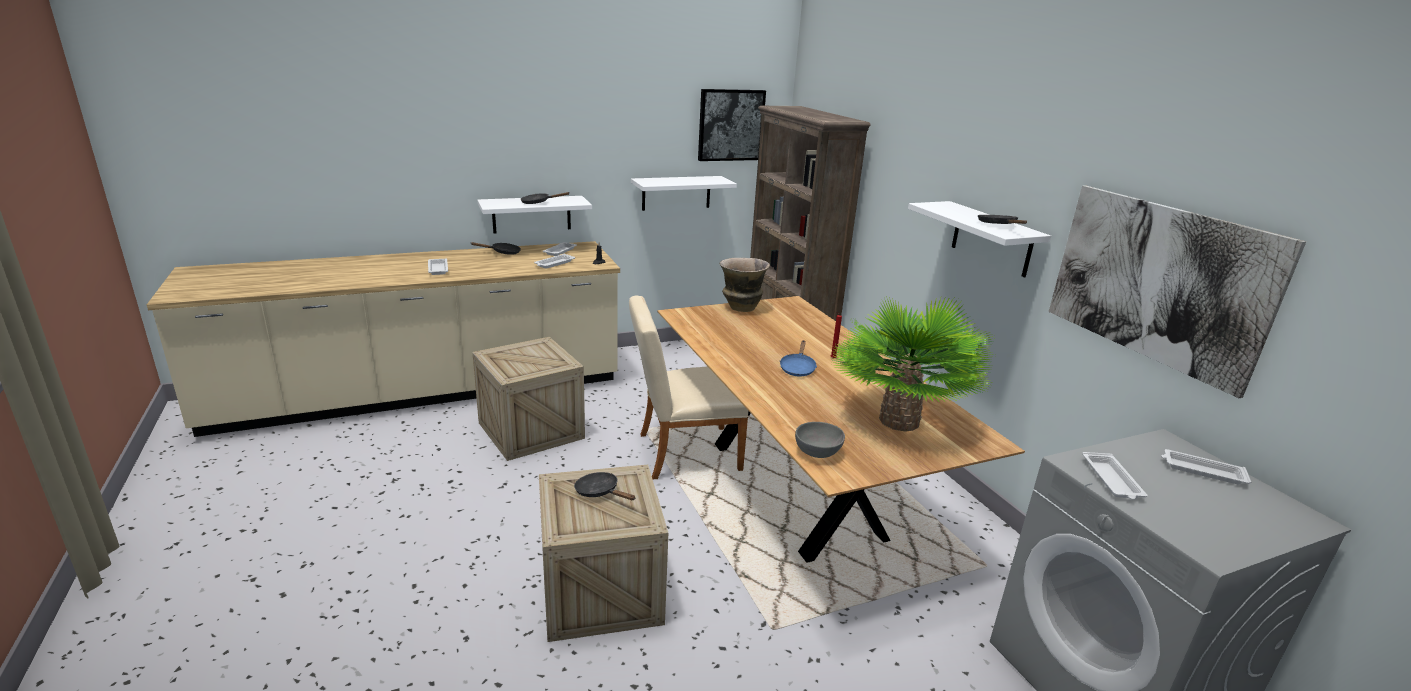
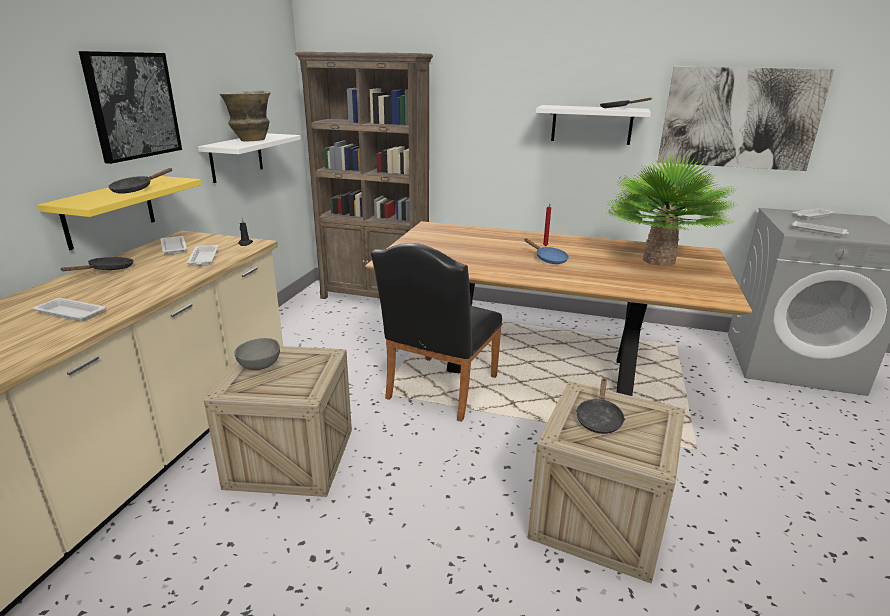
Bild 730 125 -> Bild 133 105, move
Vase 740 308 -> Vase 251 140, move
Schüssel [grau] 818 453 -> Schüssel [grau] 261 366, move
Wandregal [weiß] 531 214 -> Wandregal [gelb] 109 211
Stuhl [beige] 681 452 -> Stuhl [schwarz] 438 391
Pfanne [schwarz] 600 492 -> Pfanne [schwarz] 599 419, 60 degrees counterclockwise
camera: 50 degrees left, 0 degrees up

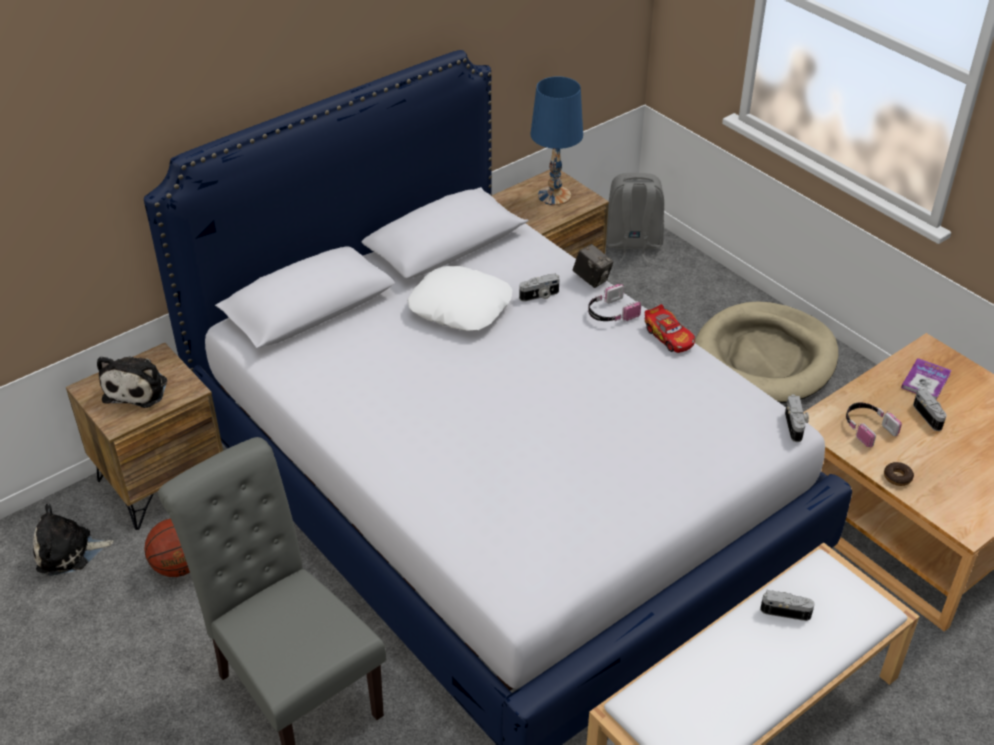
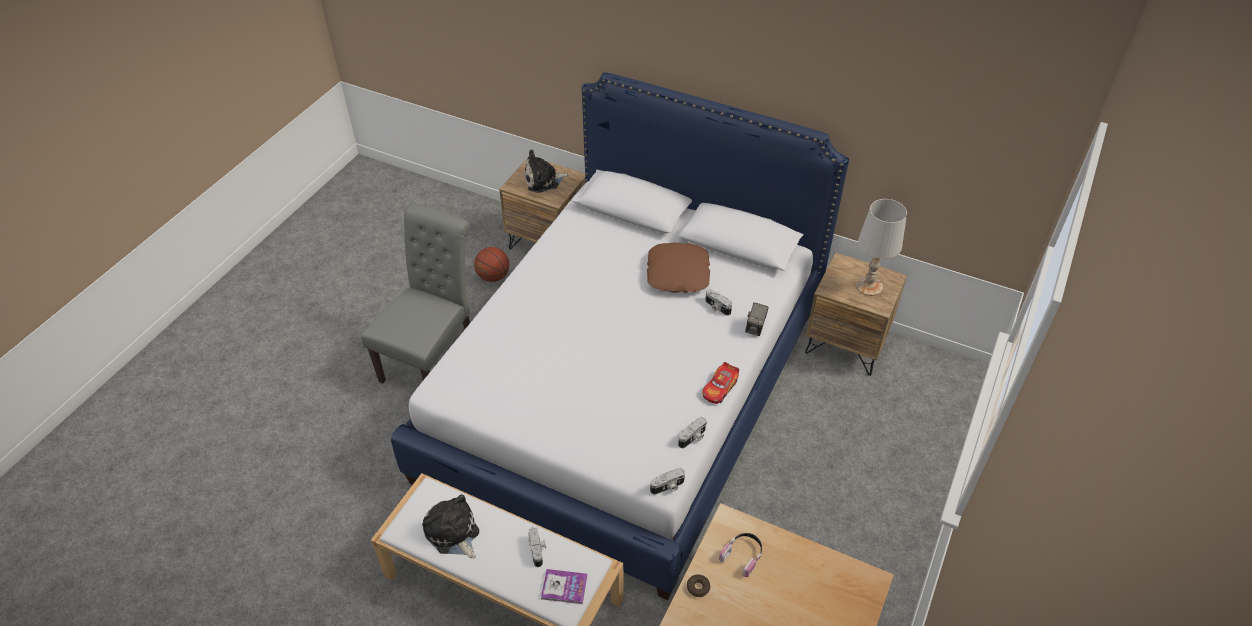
Kopfhörer 610 313 -> none
Rucksack [grau] 632 245 -> none
Hundebett [beige] 765 358 -> none
Plüschtier 69 552 -> Plüschtier 453 534, move
Buch 926 380 -> Buch 564 587, move
Kamera 929 416 -> Kamera 693 438, move
Kissen [weiß] 460 306 -> Kissen [braun] 678 273
Tischlampe [blau] 554 195 -> Tischlampe [weiß] 869 285
camera: 65 degrees right, 5 degrees up

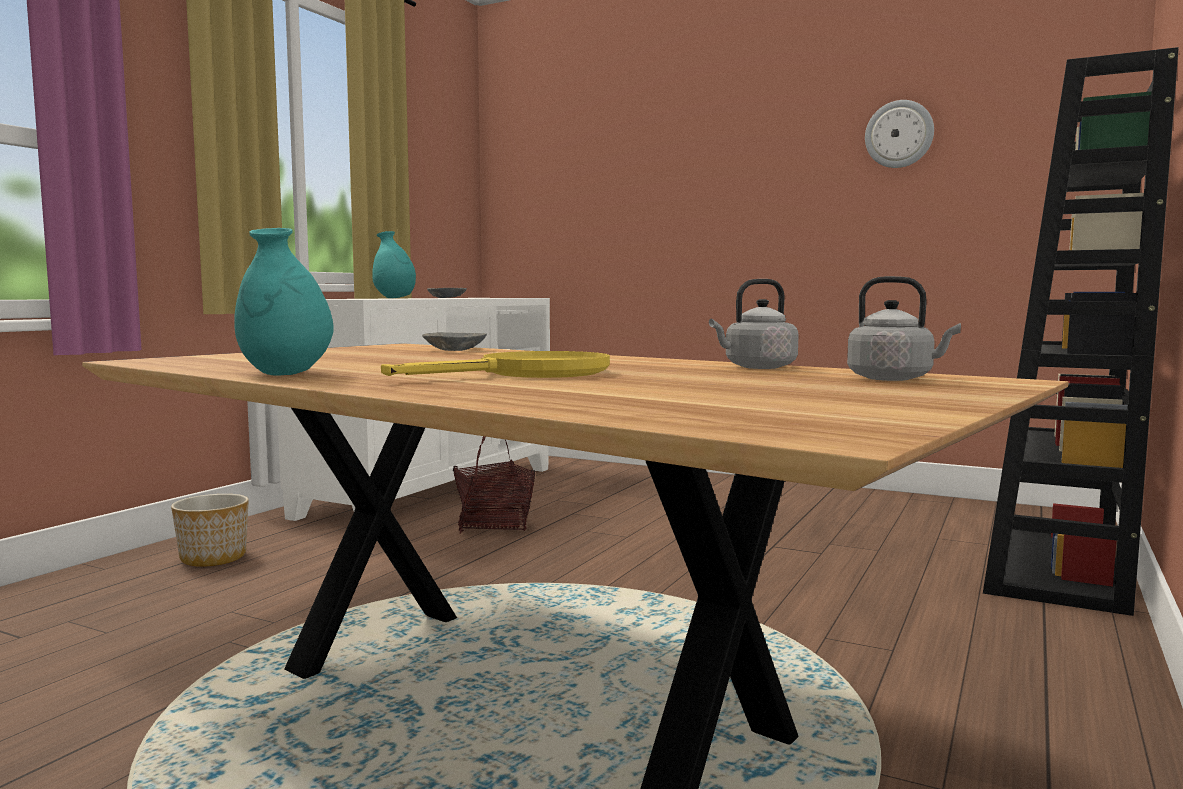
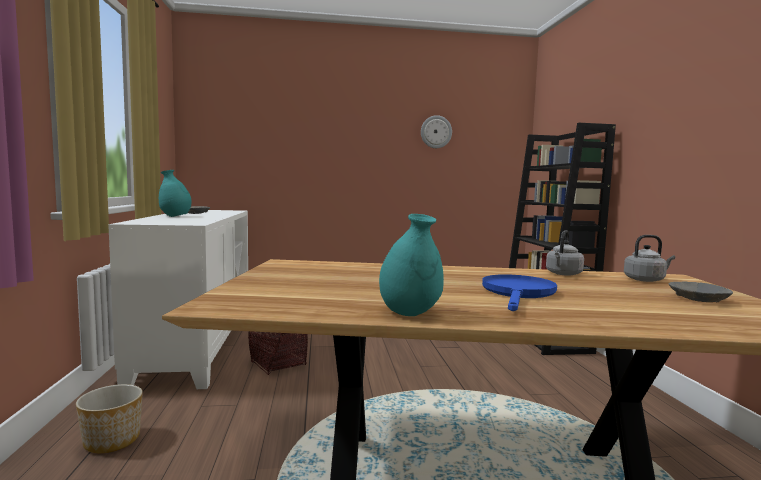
Schüssel [grau] 454 350 -> Schüssel [grau] 698 300, move
Pfanne [gelb] 529 373 -> Pfanne [blau] 518 293
camera: 35 degrees left, 0 degrees up

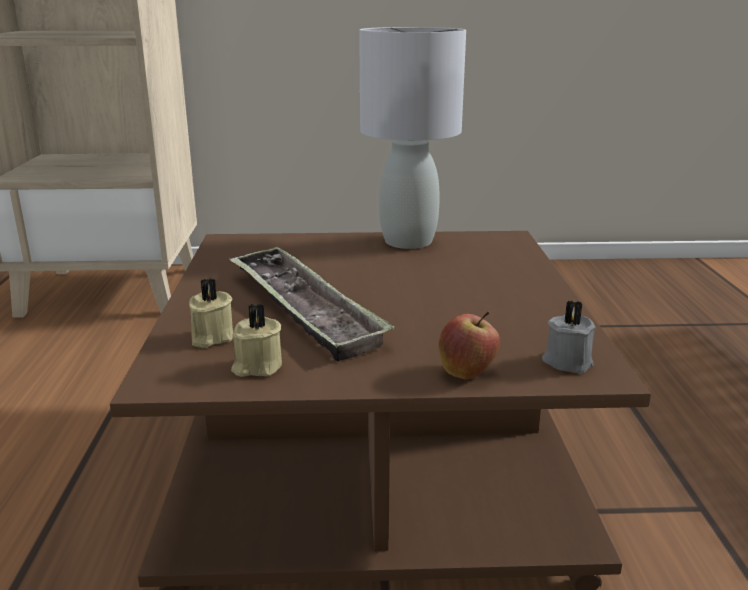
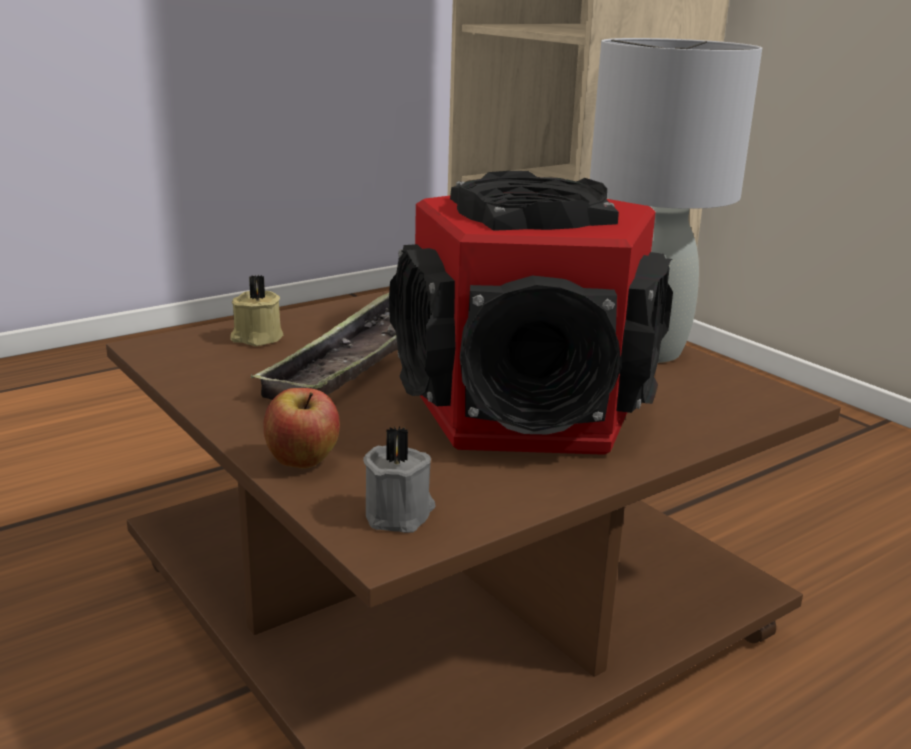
Kerze [beige] 257 366 -> none
none -> Lautsprecher 529 410
camera: 55 degrees right, 0 degrees up

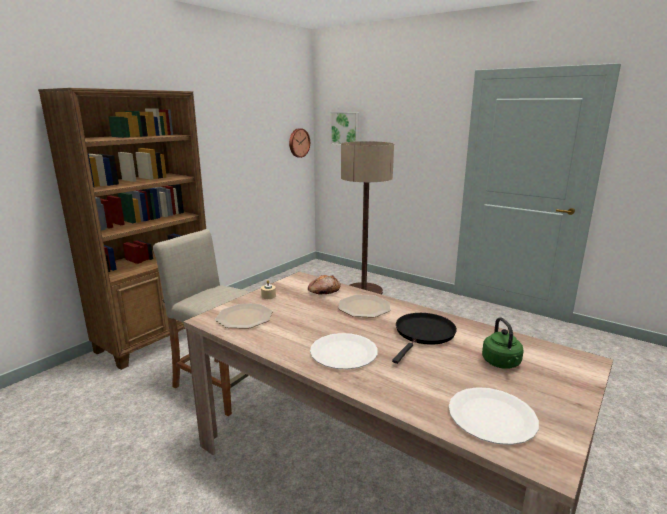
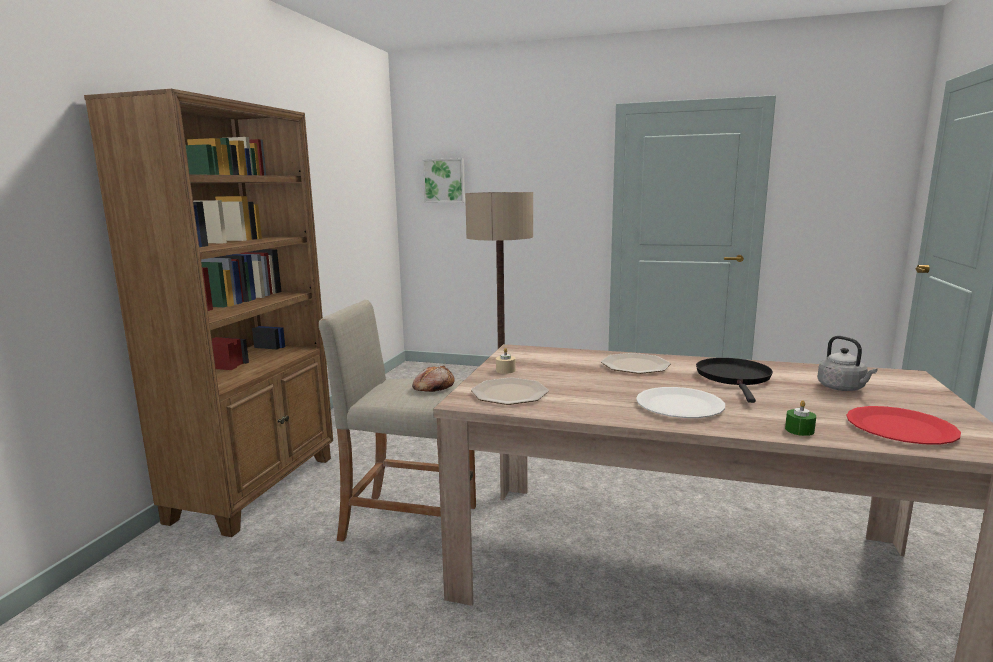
Wanduhr 298 143 -> none
none -> Kerze [grün] 799 430
Brot 323 290 -> Brot 433 387, move
Teller [weiß] 492 417 -> Teller [rot] 900 428
Wasserkessel [grün] 502 363 -> Wasserkessel [grau] 843 388
camera: 20 degrees left, 5 degrees down

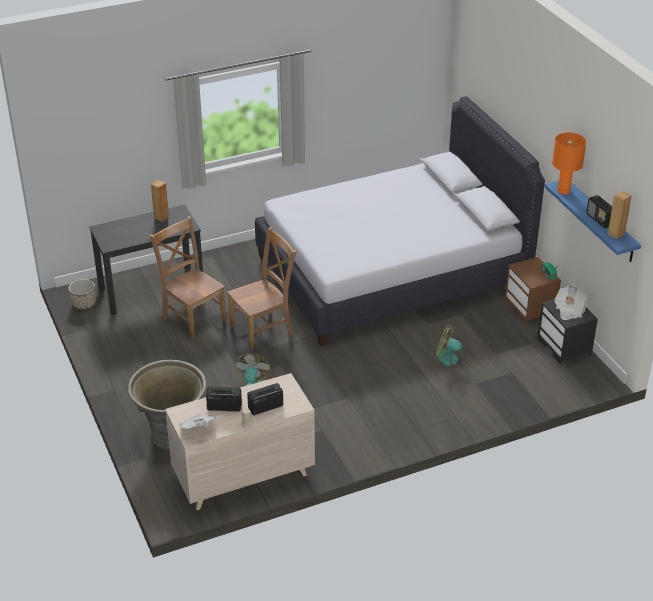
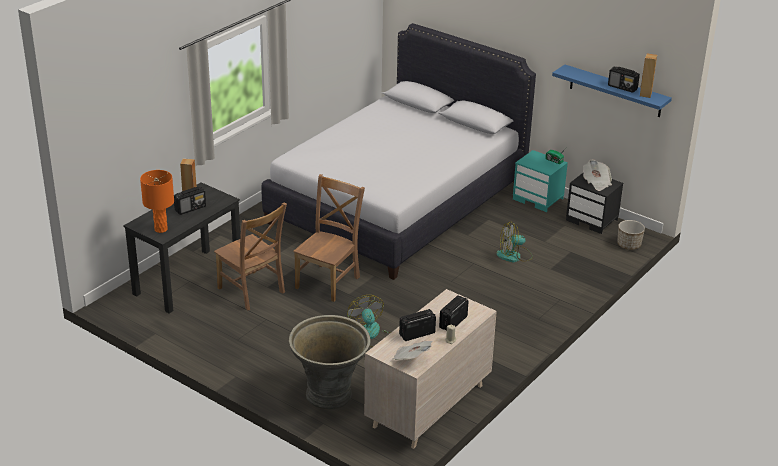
none -> Radio 190 208
Pflanzkübel 84 304 -> Pflanzkübel 628 245, move
Tischlampe [orange] 564 191 -> Tischlampe [orange] 161 229, move
Nachttisch [braun] 530 308 -> Nachttisch [türkis] 538 199
Stuhl [braun] 192 317 -> Stuhl [braun] 252 292, 150 degrees counterclockwise
camera: 30 degrees left, 5 degrees down

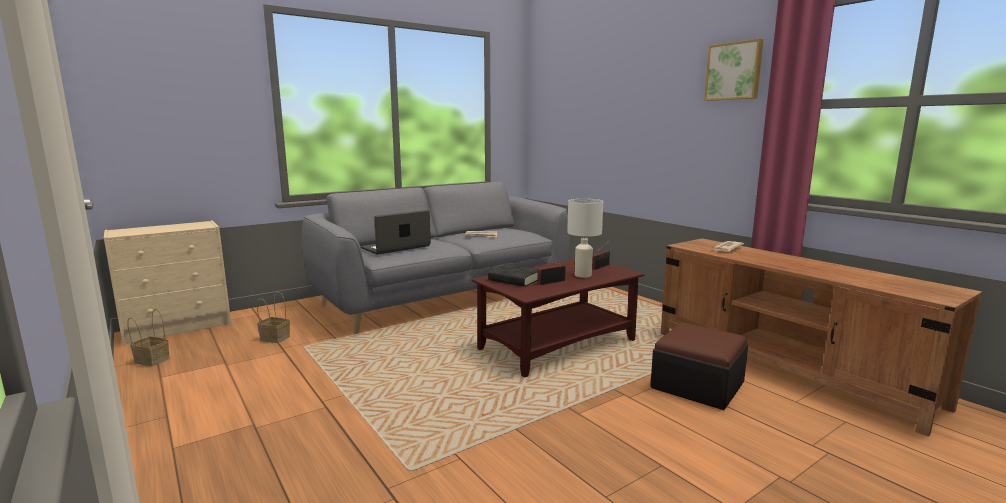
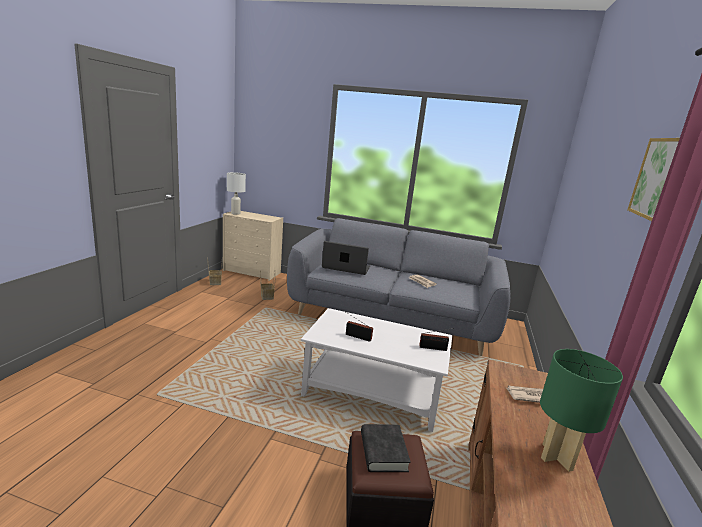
none -> Tischlampe [grün] 556 456
Buch [schwarz] 514 280 -> Buch [schwarz] 383 452, move
Tischlampe [weiß] 582 275 -> Tischlampe [weiß] 236 213, move
Couchtisch [braun] 558 344 -> Couchtisch [weiß] 373 393
camera: 50 degrees right, 5 degrees up

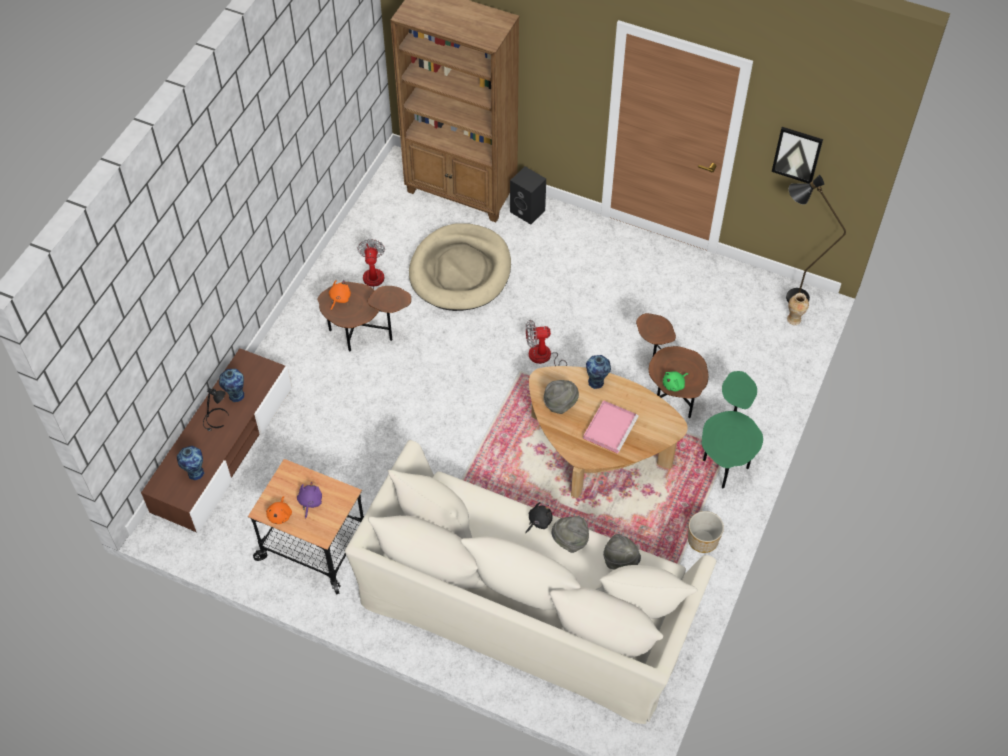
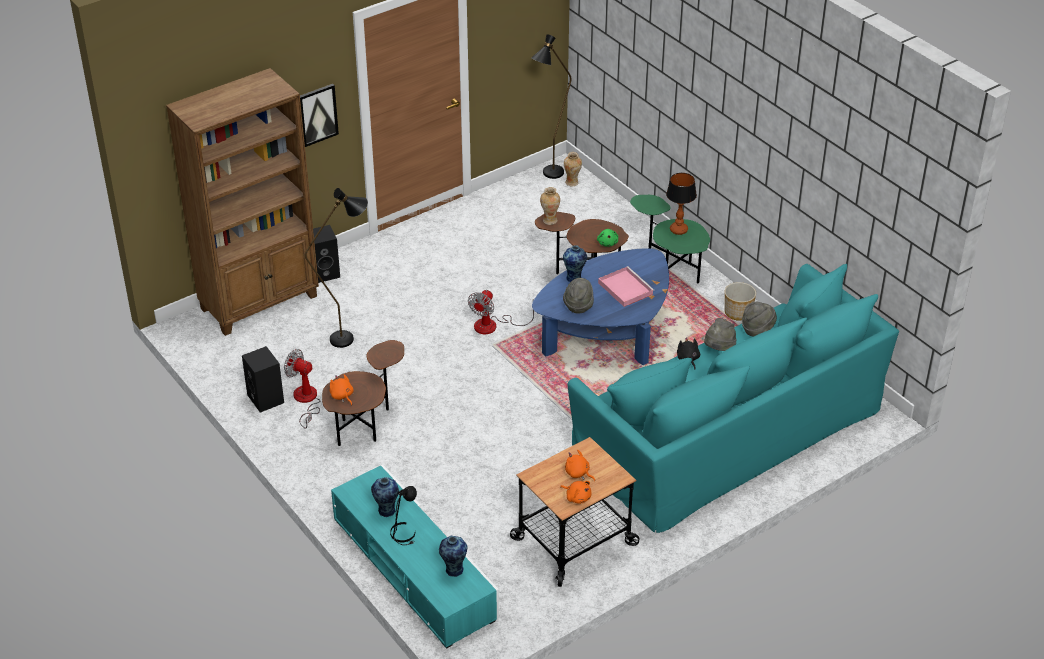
none -> Lautsprecher [schwarz] 266 399
none -> Vase 550 220
none -> Tischlampe 678 229
Bild 797 154 -> Bild 317 114, move
Hundebett [beige] 460 271 -> Stehlampe [schwarz] 350 338
Fernsehschrank [braun] 223 449 -> Fernsehschrank [türkis] 414 568
Plüschtier [lila] 310 502 -> Plüschtier [orange] 578 473
Sofa [beige] 528 602 -> Sofa [türkis] 727 429
Couchtisch [braun] 598 447 -> Couchtisch [blau] 607 332
camera: 60 degrees left, 15 degrees down

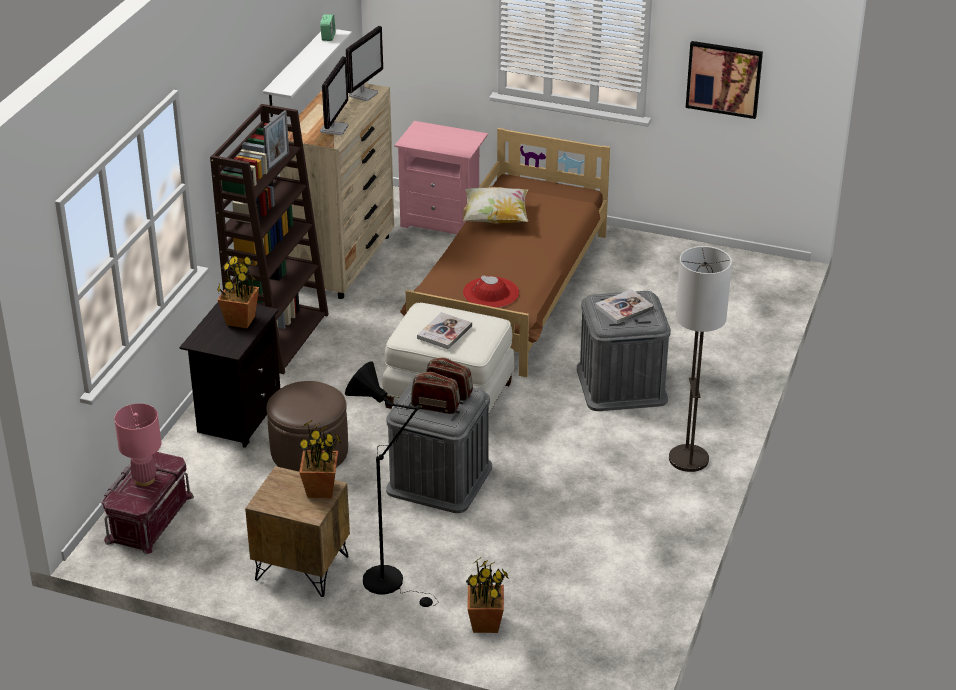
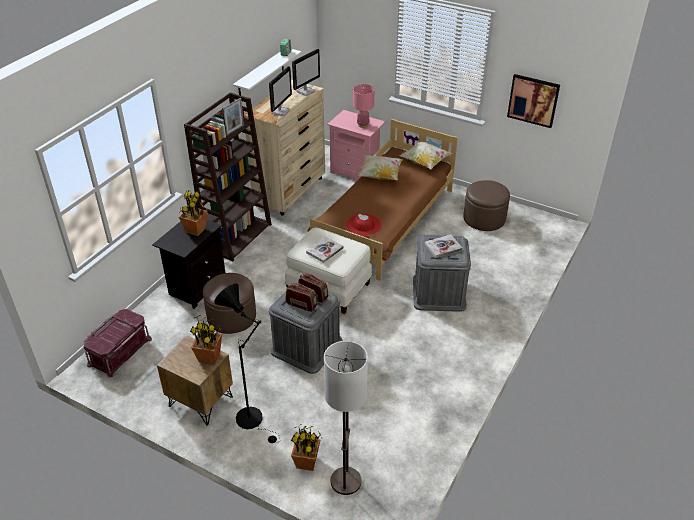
none -> Kissen 425 163
none -> Polsterhocker [braun] 484 218
Tischlampe [rosa] 144 479 -> Tischlampe [rosa] 363 125, move
Stehlampe 688 459 -> Stehlampe 345 481, move
camera: 10 degrees right, 5 degrees up

